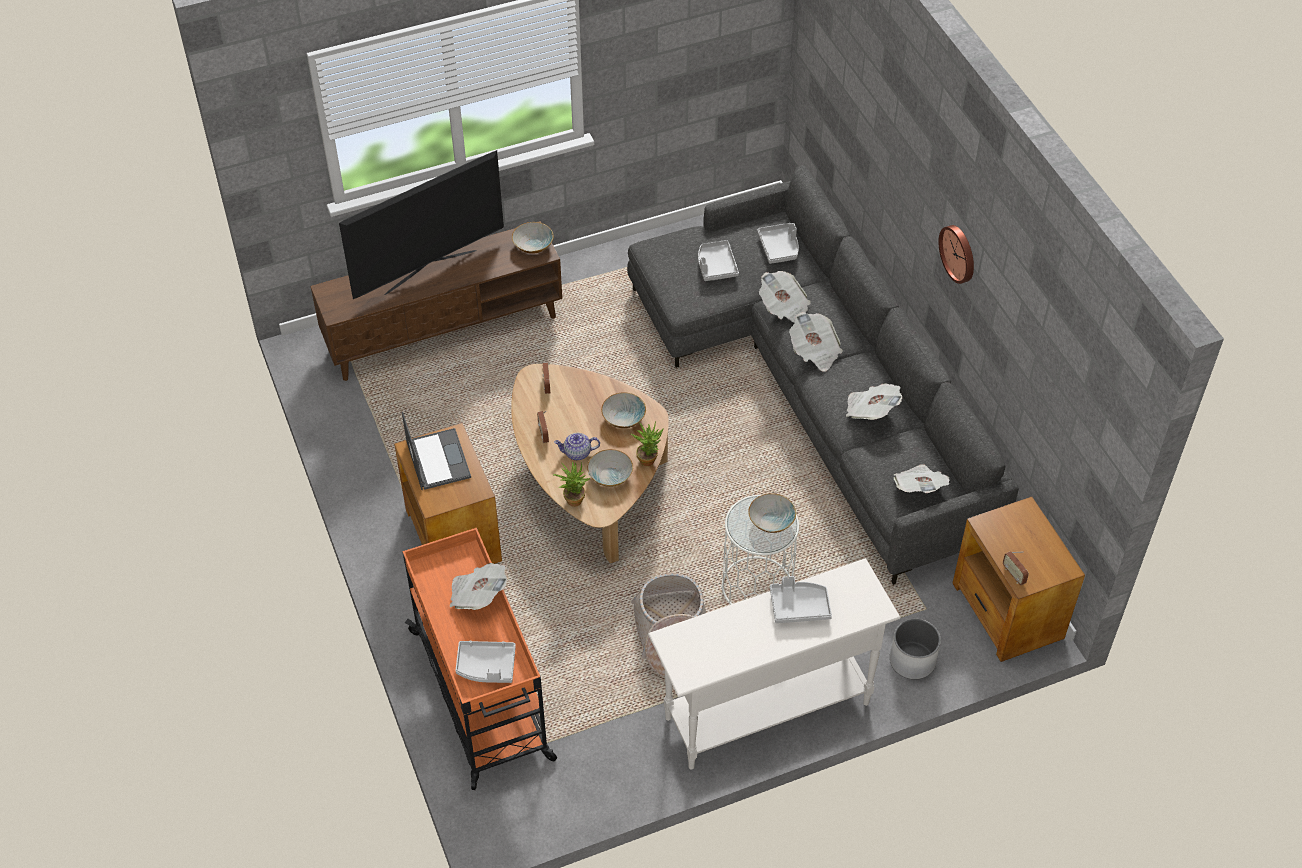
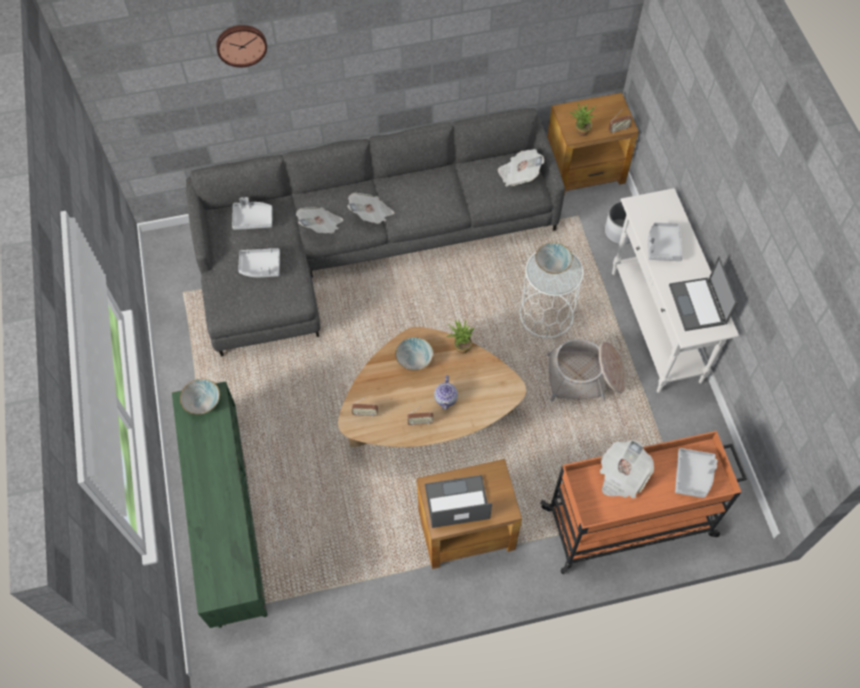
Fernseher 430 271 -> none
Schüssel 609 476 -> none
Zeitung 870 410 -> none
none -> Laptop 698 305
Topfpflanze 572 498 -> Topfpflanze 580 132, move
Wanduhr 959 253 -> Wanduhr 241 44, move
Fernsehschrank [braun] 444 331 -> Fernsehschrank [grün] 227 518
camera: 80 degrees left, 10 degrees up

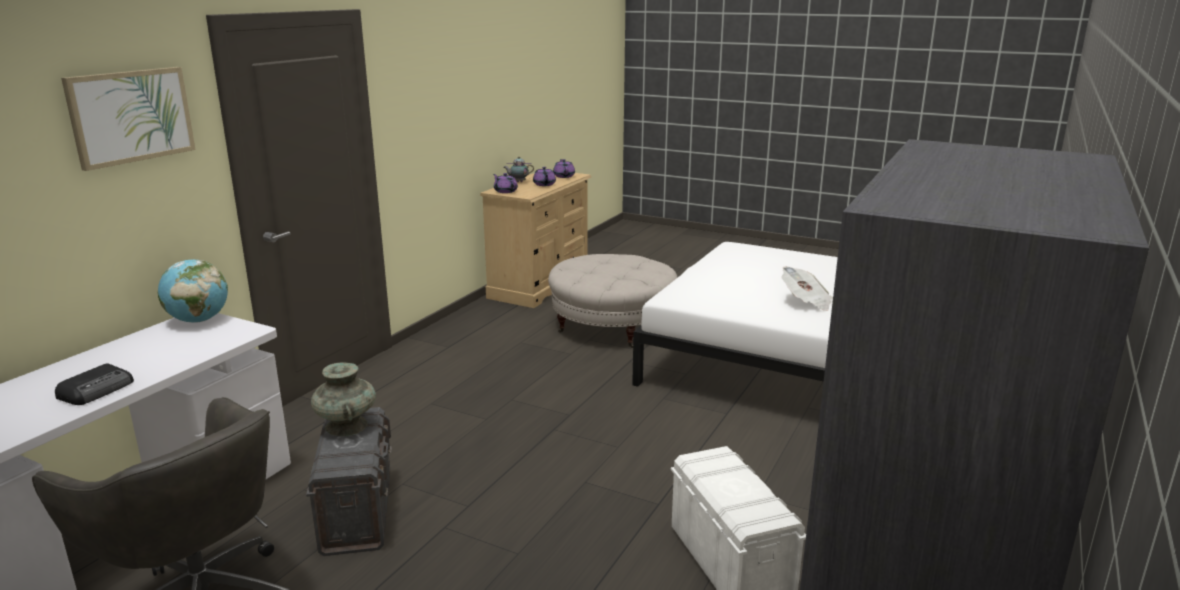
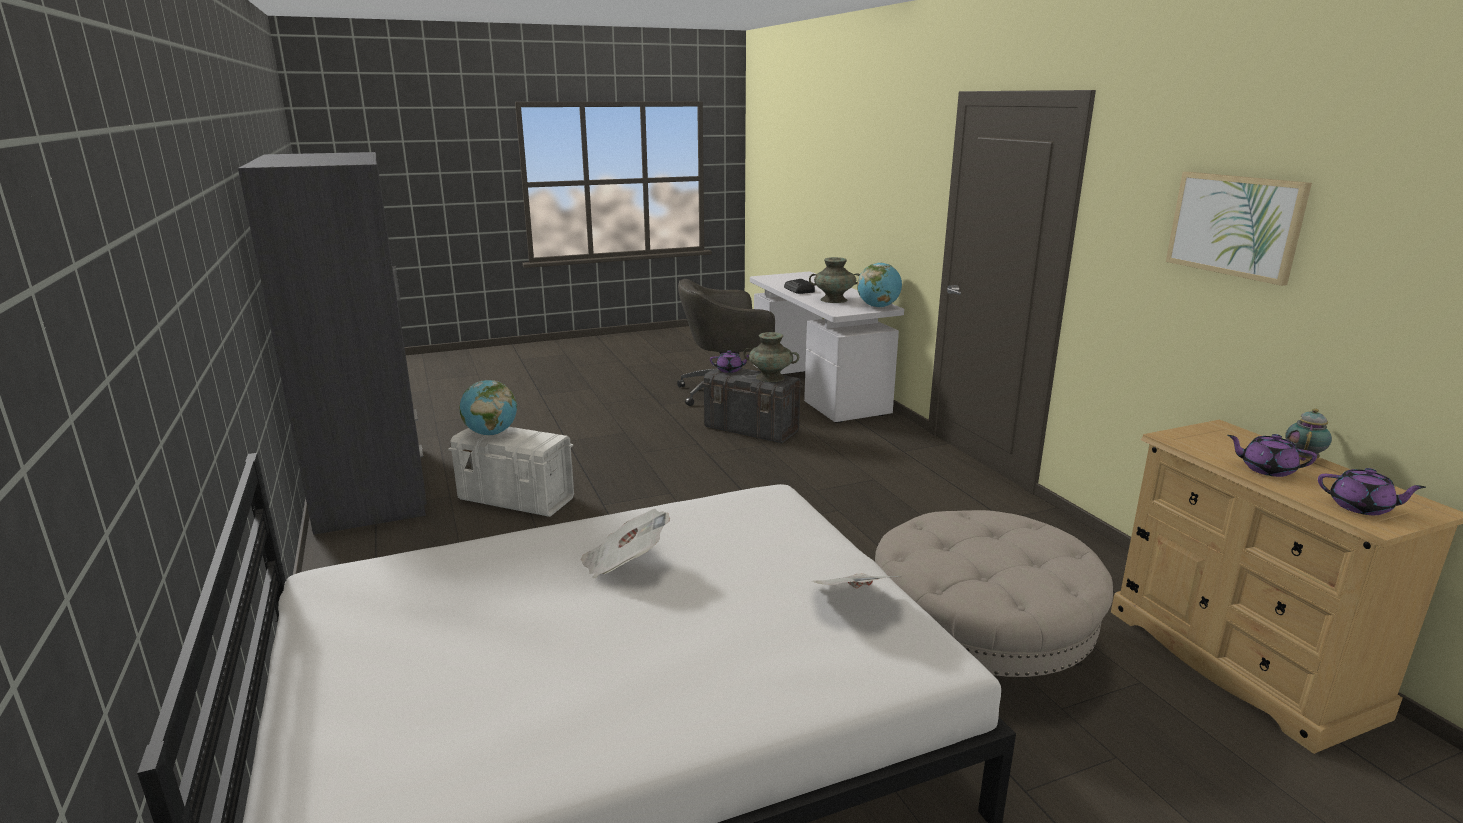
none -> Globus 491 433
none -> Vase [türkis] 834 300
none -> Zeitung 854 600
Bild 131 116 -> Bild 1235 225, move
Teekanne [lila] 505 191 -> Teekanne [lila] 730 370, move
camera: 130 degrees right, 0 degrees up

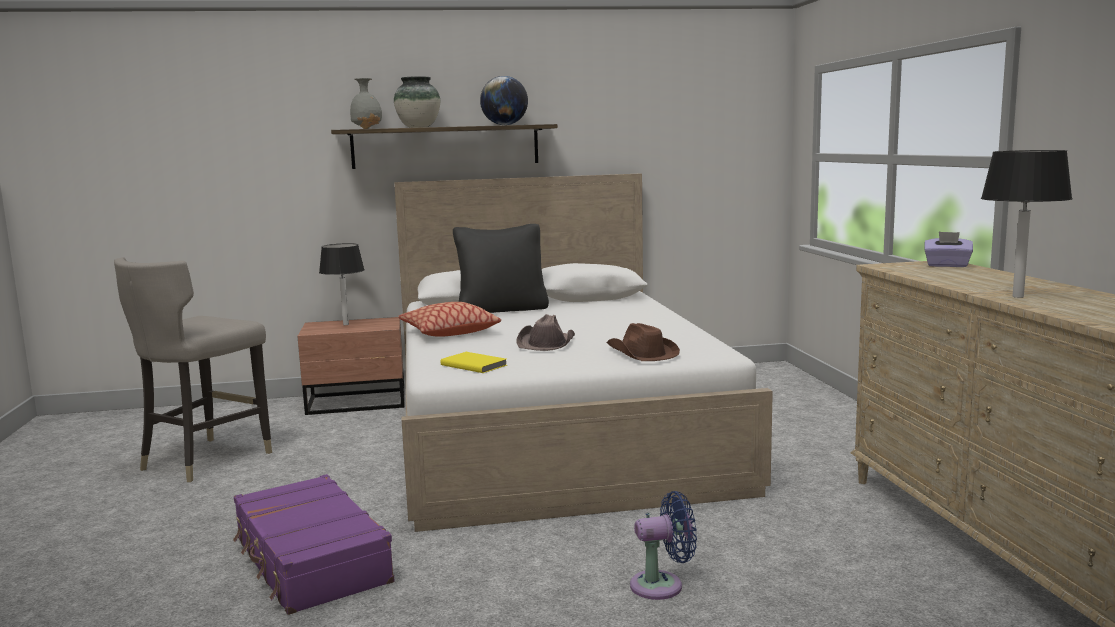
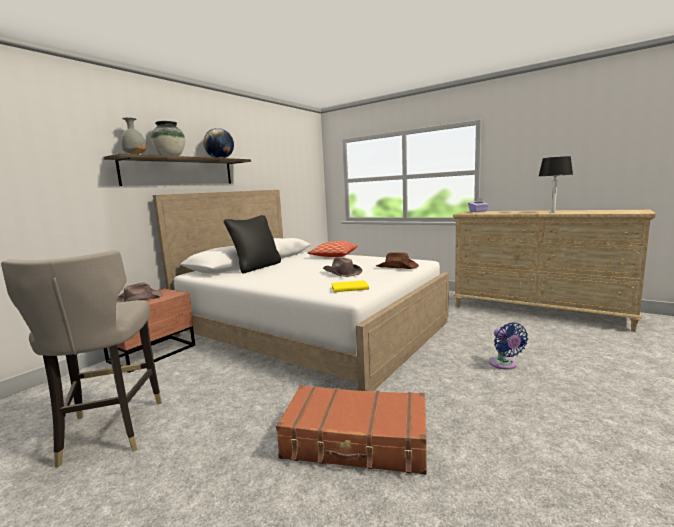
Kissen 449 332 -> Kissen 333 256, move
Tischlampe [schwarz] 346 324 -> Hut [braun] 138 299
Koffer [lila] 310 561 -> Koffer [braun] 356 442
Ventilator [blau] 662 585 -> Ventilator [blau] 504 365, 135 degrees clockwise
camera: 45 degrees left, 0 degrees up

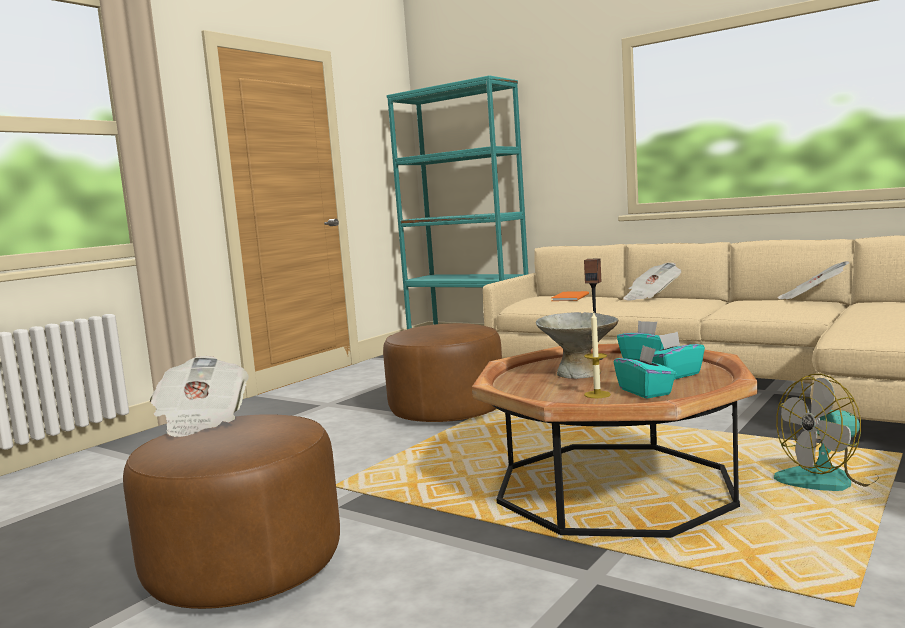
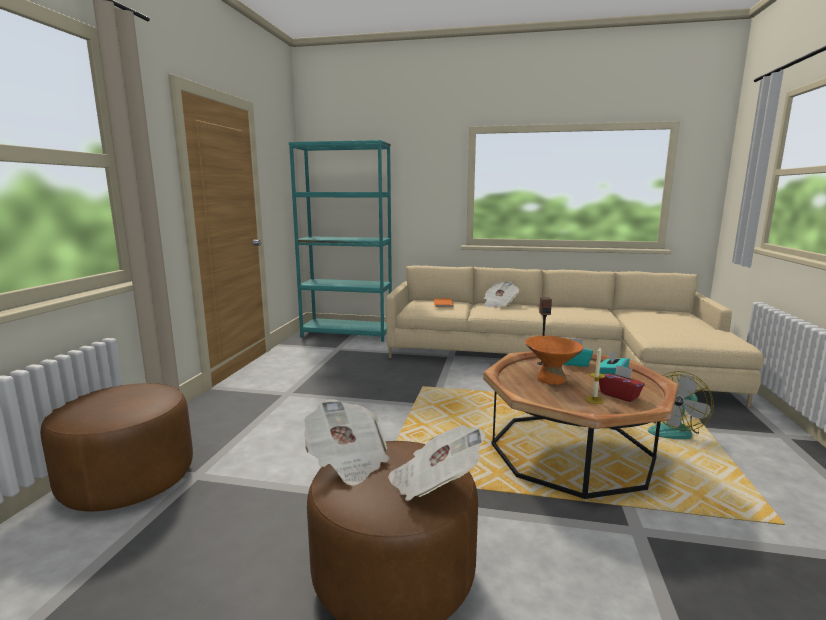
Polsterhocker [braun] 447 411 -> Polsterhocker [braun] 128 480, move
Zeitung 811 298 -> Zeitung 434 483, move
Schüssel [grau] 578 373 -> Schüssel [orange] 551 379
Taschentuchbox [türkis] 645 392 -> Taschentuchbox [rot] 619 395
camera: 25 degrees left, 5 degrees up

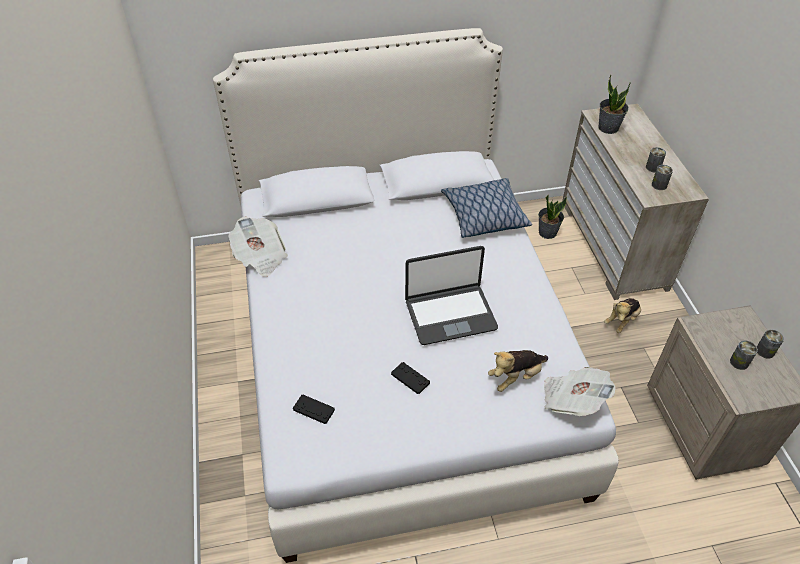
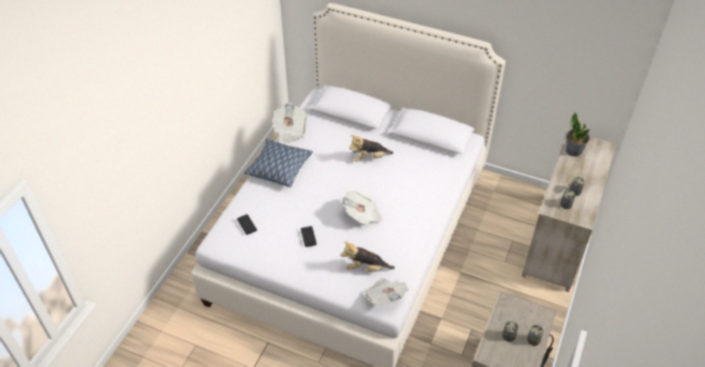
Topfpflanze 547 232 -> none
Kissen 484 216 -> Kissen 278 168, move
Plüschtier 622 321 -> Plüschtier 369 158, move
Laptop 450 314 -> Zeitung 362 215
camera: 35 degrees right, 0 degrees up

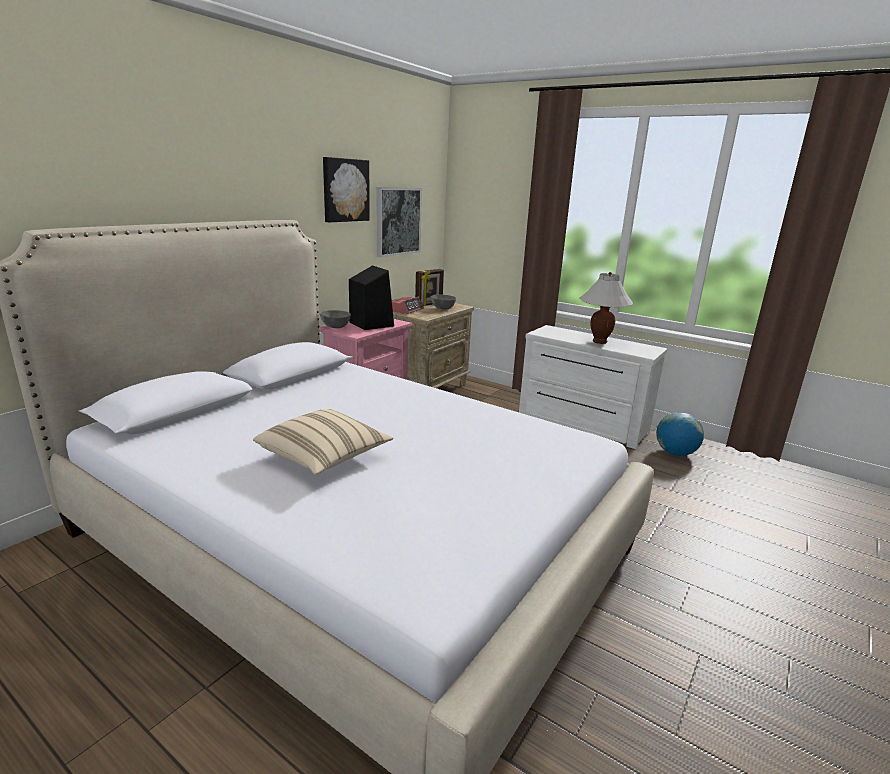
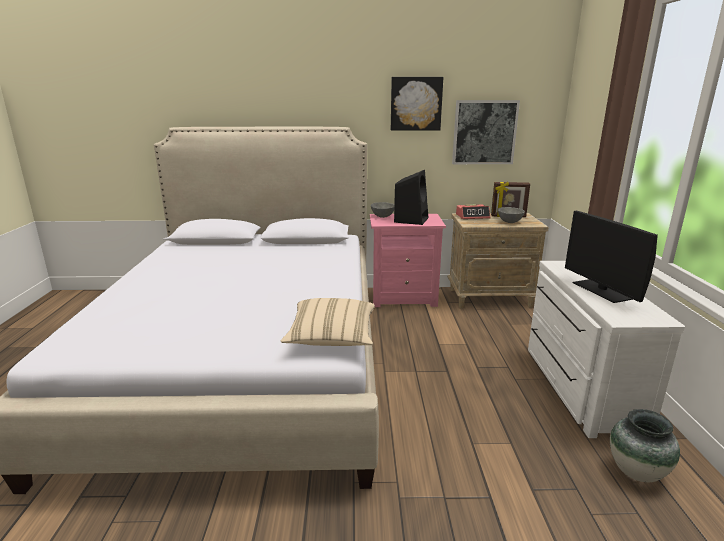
Kissen [beige] 324 457 -> Kissen [beige] 331 338, move
Tischlampe [weiß] 599 342 -> Monitor 601 290
Globus 675 453 -> Vase 636 471
camera: 55 degrees right, 0 degrees up

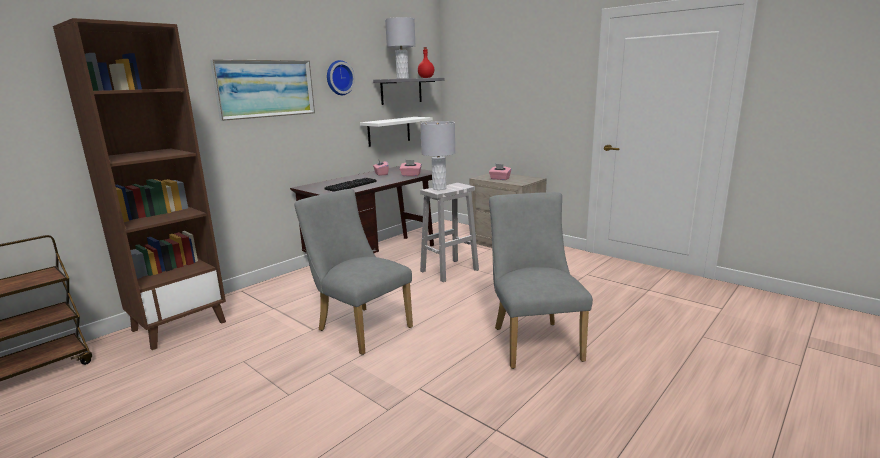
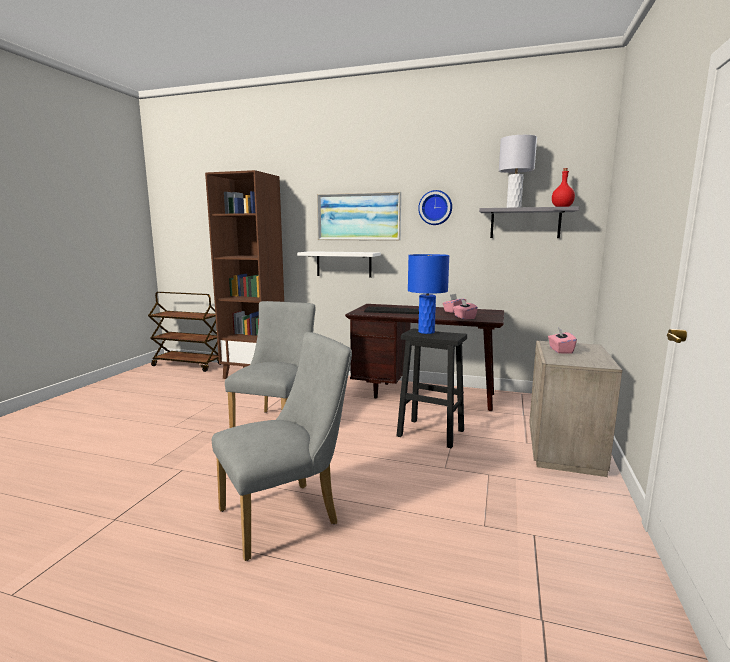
Wandregal [weiß] 389 131 -> Wandregal [weiß] 343 264, move
Tischlampe [grau] 439 188 -> Tischlampe [blau] 426 332
Hocker [weiß] 448 271 -> Hocker [schwarz] 429 433
camera: 65 degrees right, 5 degrees down

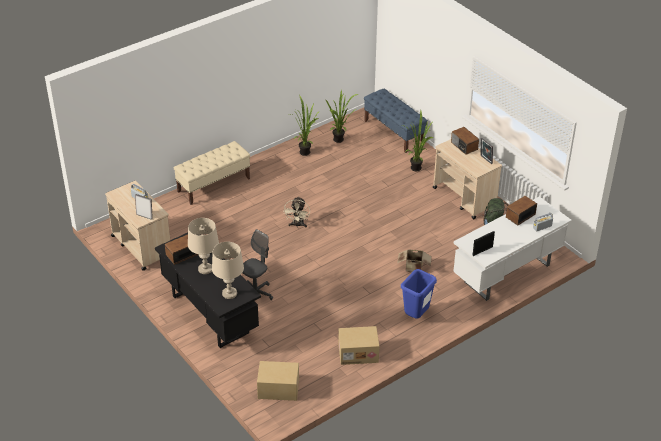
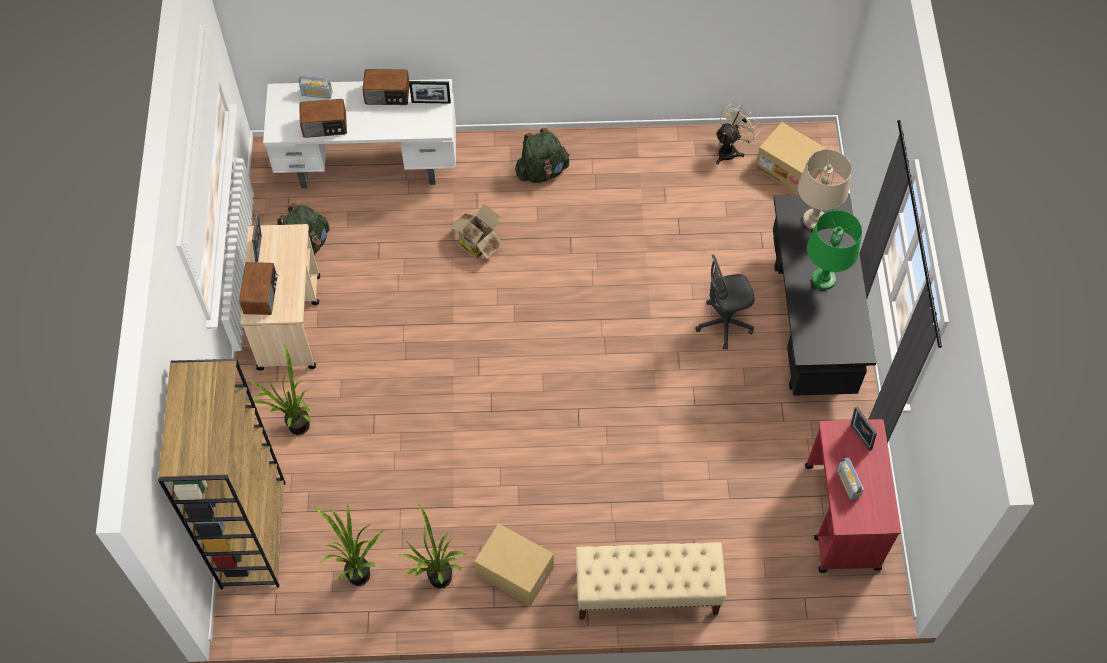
Radio 181 254 -> Radio 387 95, move
Ventilator [beige] 297 225 -> Ventilator [beige] 730 150, move
Karton 358 353 -> Karton 513 572, move
Bank [blau] 394 132 -> Bücherregal [braun] 253 533
Mülleimer [blau] 416 316 -> Rucksack [grün] 542 171
Rollwagen [beige] 141 246 -> Rollwagen [rot] 842 518
Tischlampe [beige] 205 269 -> Tischlampe [grün] 823 279
camera: 145 degrees left, 20 degrees up

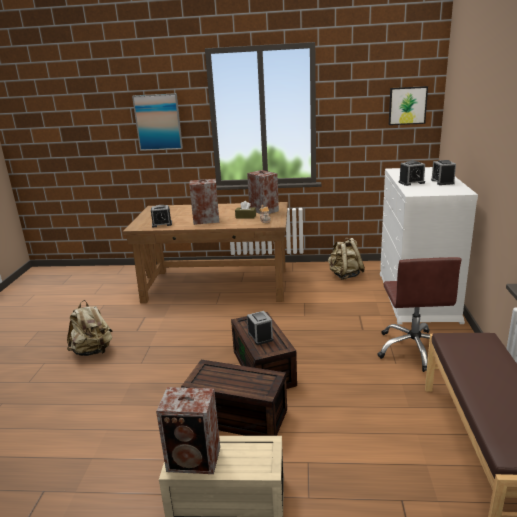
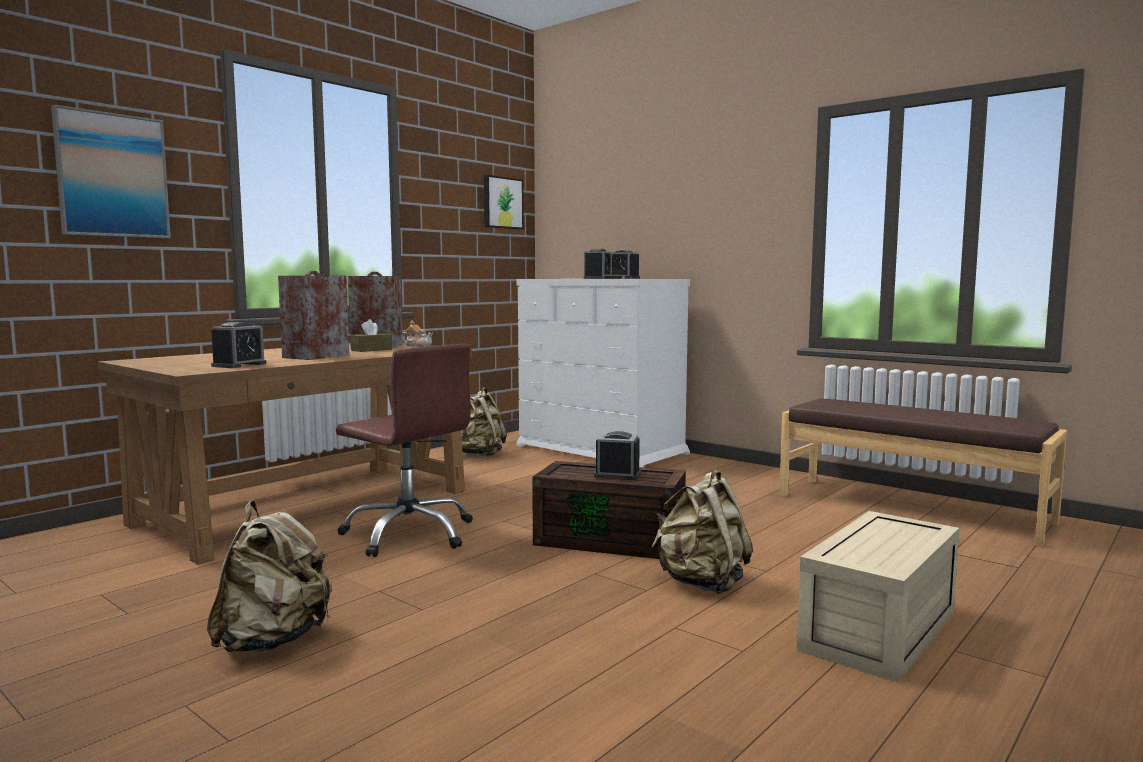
Lautsprecher 195 459 -> none
Bürostuhl [braun] 414 349 -> Bürostuhl [braun] 409 534, move
Aufbewahrungsbox [braun] 235 417 -> Rucksack [beige] 701 583
camera: 55 degrees left, 15 degrees down

